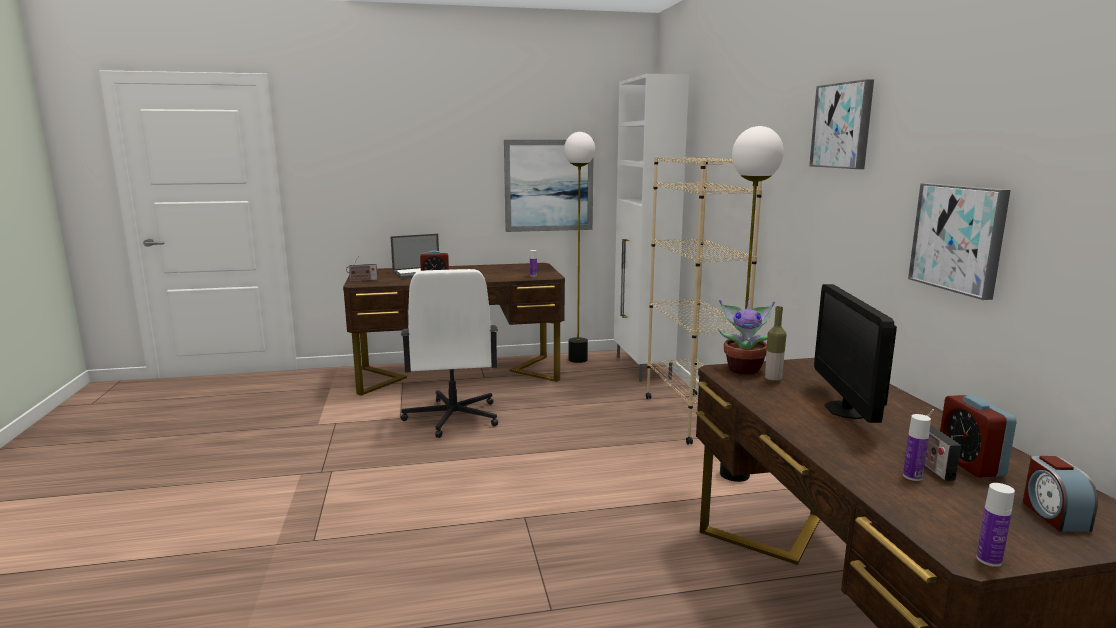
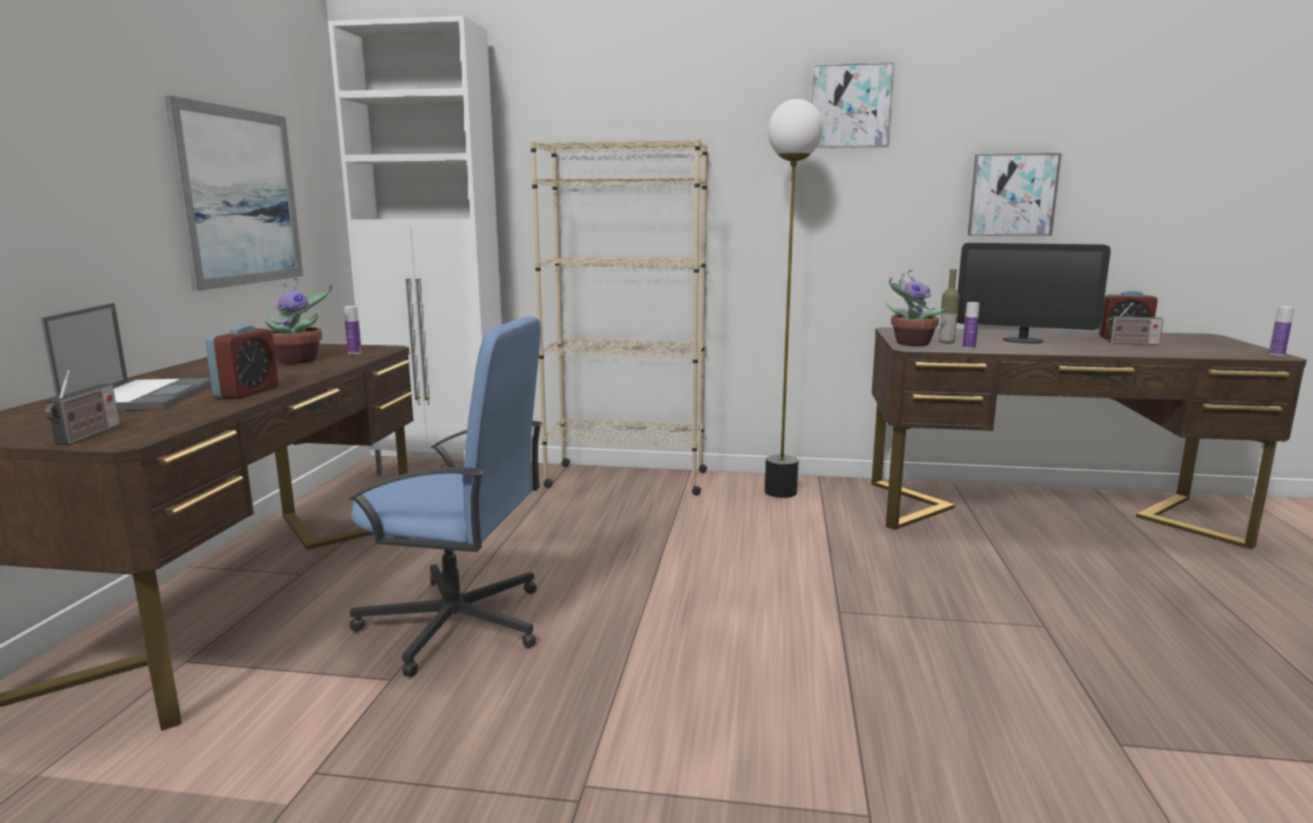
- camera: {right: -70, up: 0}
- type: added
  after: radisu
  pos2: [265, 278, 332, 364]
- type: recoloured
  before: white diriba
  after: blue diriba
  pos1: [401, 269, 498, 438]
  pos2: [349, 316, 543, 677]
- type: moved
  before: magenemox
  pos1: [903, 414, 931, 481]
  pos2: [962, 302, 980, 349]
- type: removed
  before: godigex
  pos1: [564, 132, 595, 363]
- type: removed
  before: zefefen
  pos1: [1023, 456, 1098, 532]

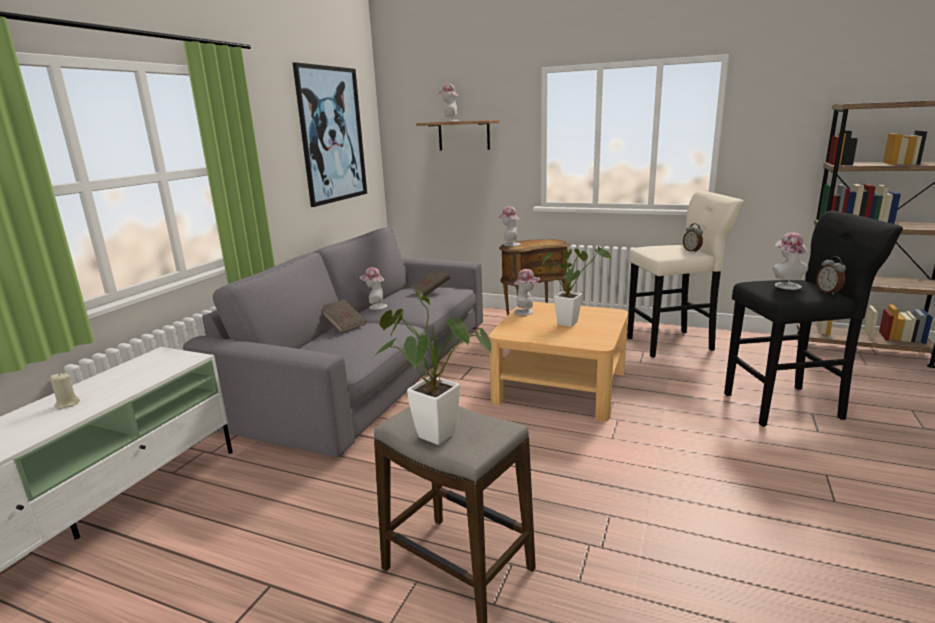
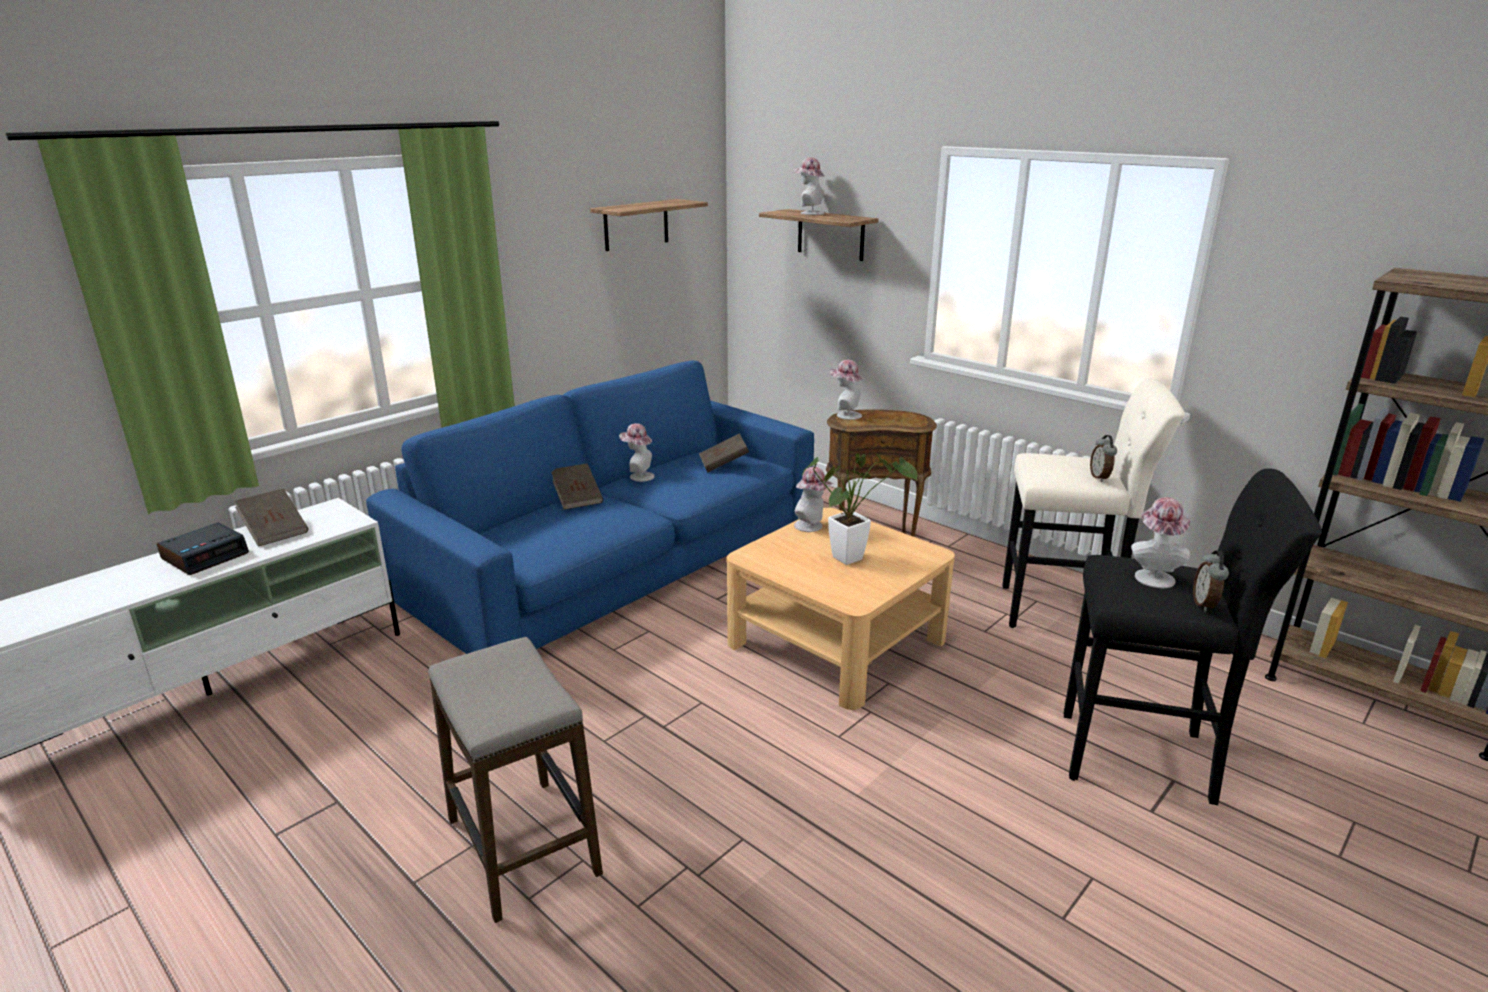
- camera: {right: 20, up: 5}
- type: replaced
  before: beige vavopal
  after: zefefen
  pos1: [50, 373, 80, 410]
  pos2: [157, 522, 249, 575]
- type: added
  after: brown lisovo
  pos2: [235, 489, 308, 547]
- type: recoloured
  before: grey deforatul
  after: blue deforatul
  pos1: [183, 227, 483, 457]
  pos2: [366, 361, 814, 654]
- type: replaced
  before: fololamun
  after: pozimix
  pos1: [293, 62, 367, 207]
  pos2: [590, 199, 708, 251]
- type: removed
  before: radisu
  pos1: [374, 291, 492, 445]

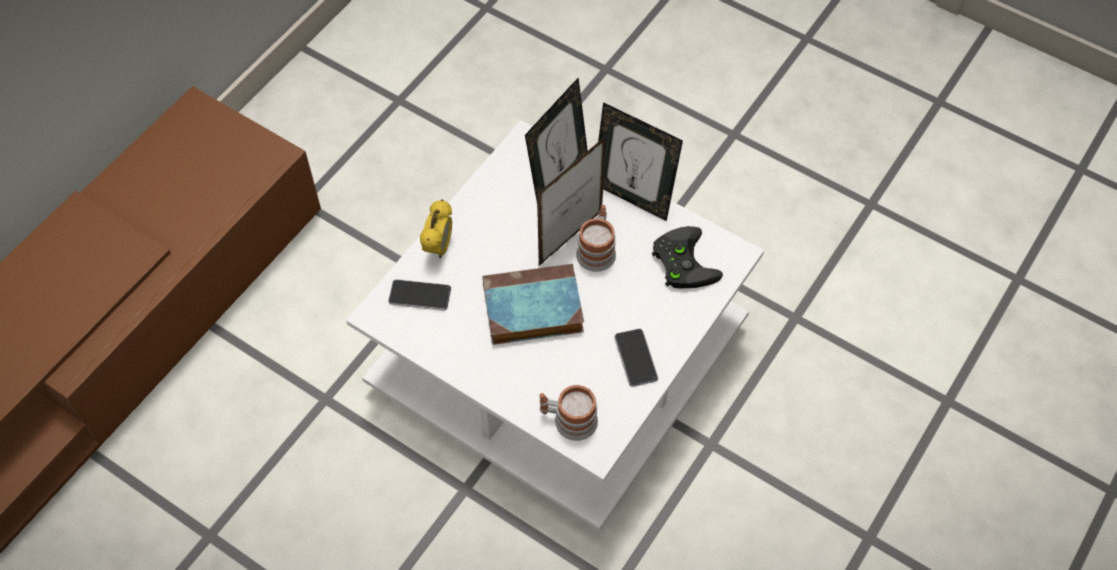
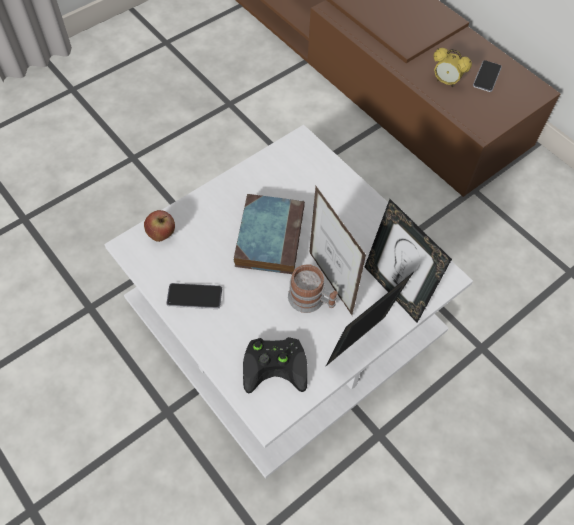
- camera: {right: 105, up: 0}
- type: replaced
  before: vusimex
  after: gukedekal
  pos1: [539, 385, 598, 441]
  pos2: [144, 210, 175, 242]
- type: moved
  before: zefefen
  pos1: [420, 199, 452, 258]
  pos2: [434, 48, 472, 87]
- type: moved
  before: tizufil
  pos1: [388, 279, 451, 311]
  pos2: [473, 60, 502, 92]

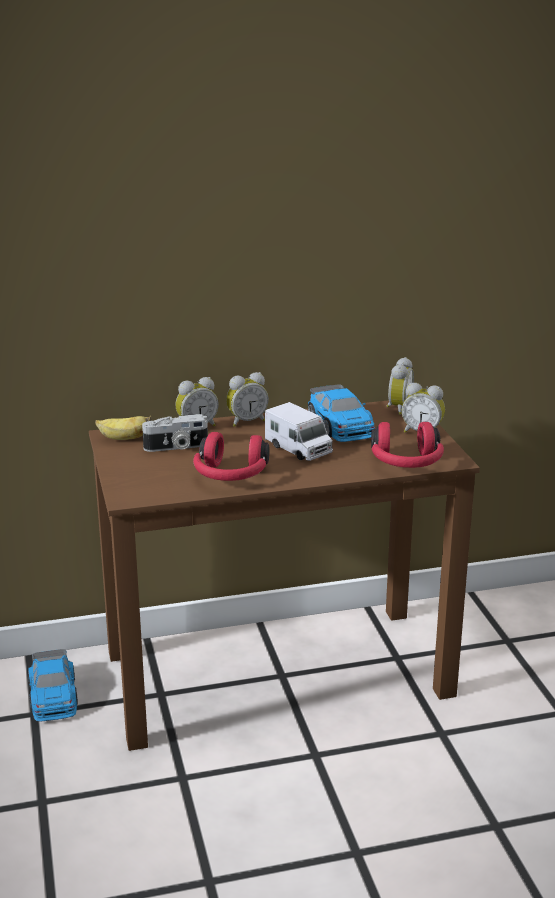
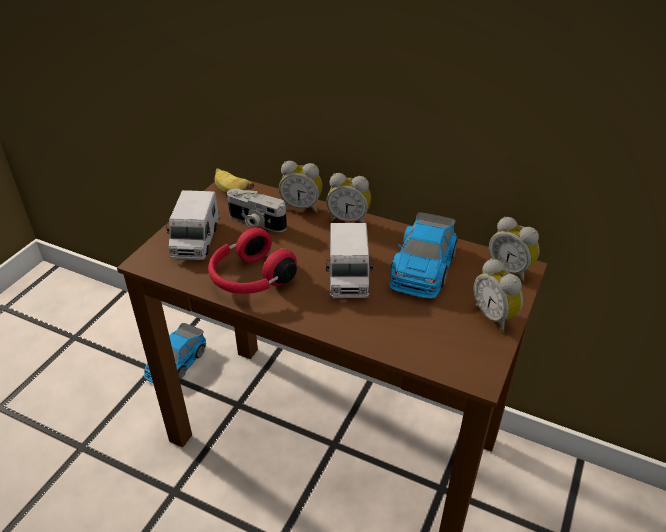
- camera: {right: 40, up: 15}
- type: added
  after: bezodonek
  pos2: [166, 190, 219, 260]
- type: turned
  before: zefefen
  pos1: [387, 357, 414, 415]
  pos2: [489, 217, 539, 282]
  turn: 75
- type: removed
  before: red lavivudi
  pos1: [371, 422, 444, 468]

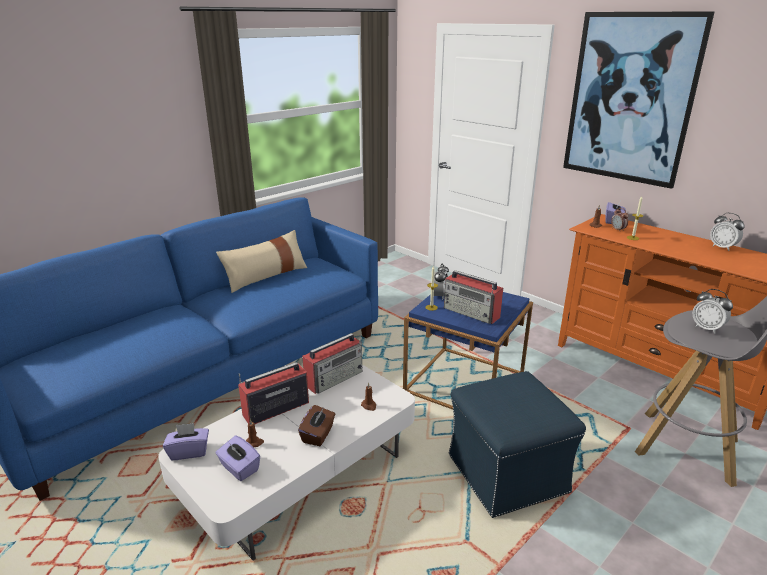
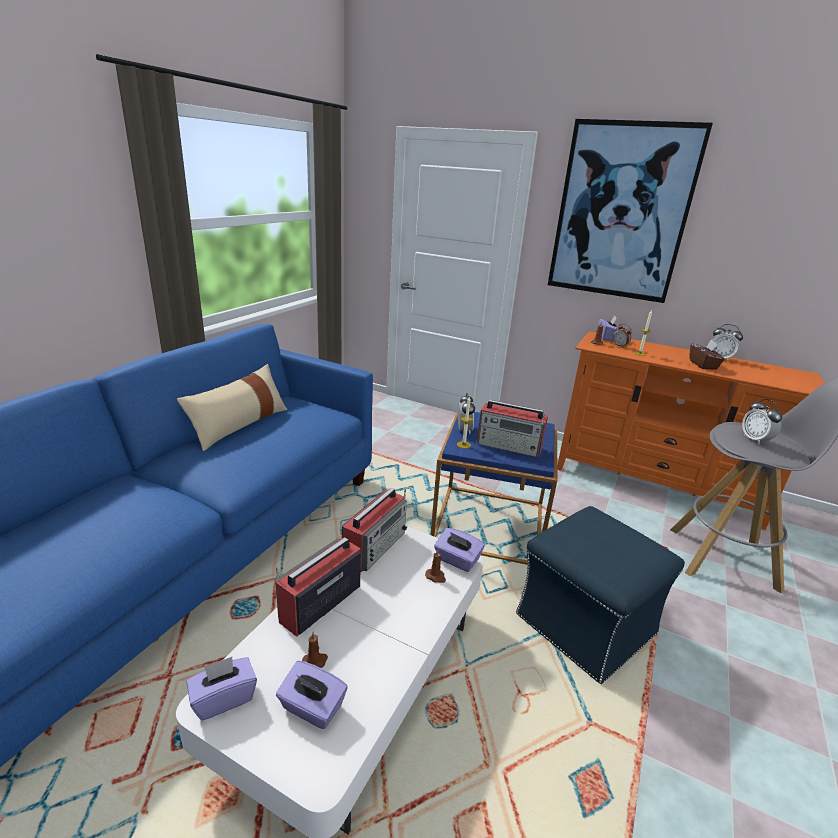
- camera: {right: -20, up: 0}
- type: added
  after: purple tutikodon
  pos2: [434, 528, 485, 572]
- type: moved
  before: brown tutikodon
  pos1: [298, 405, 335, 446]
  pos2: [689, 340, 725, 370]
- type: turned
  before: zefefen
  pos1: [692, 289, 733, 334]
  pos2: [742, 399, 782, 445]
  turn: 45

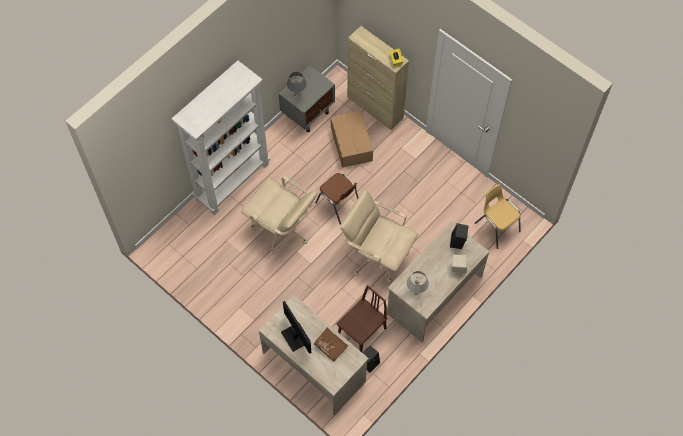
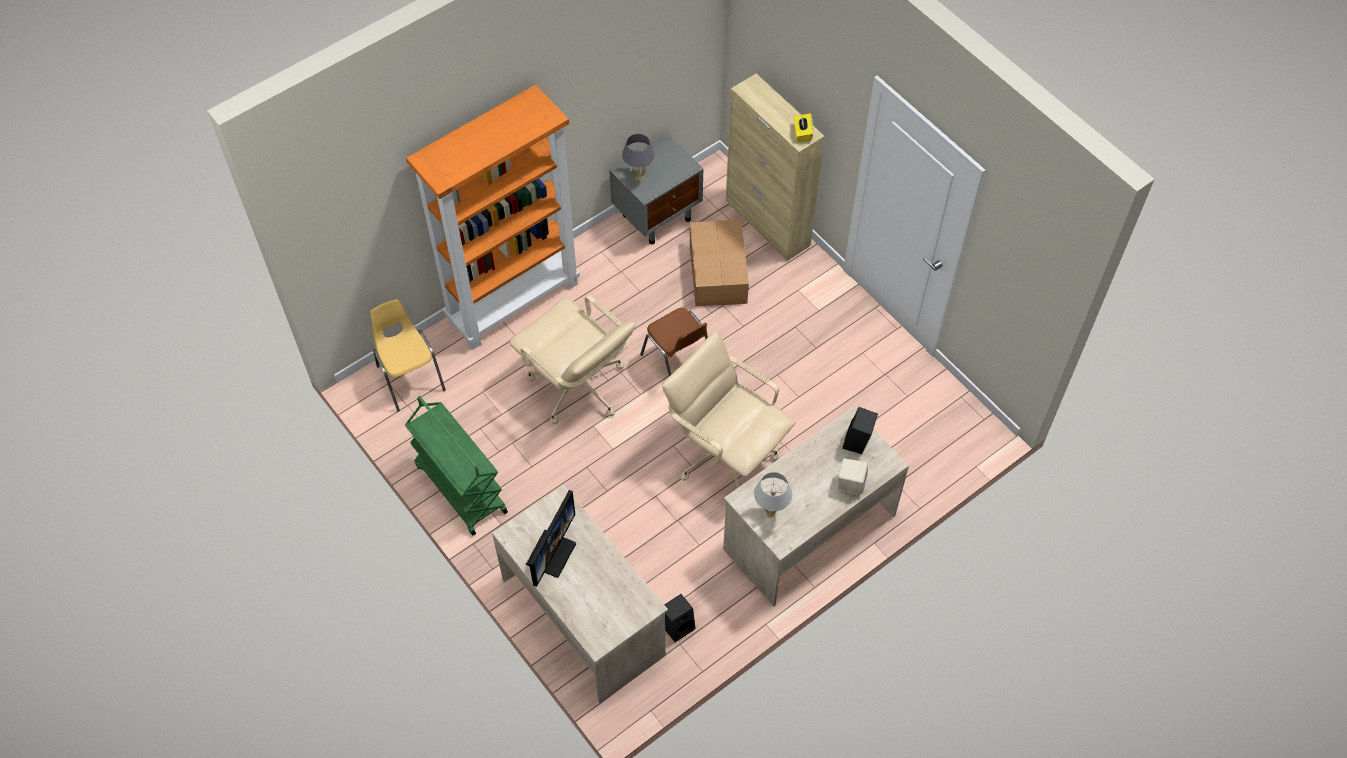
- camera: {right: 10, up: -5}
- type: moved
  before: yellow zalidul
  pos1: [475, 184, 521, 249]
  pos2: [370, 299, 446, 412]
- type: added
  after: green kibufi
  pos2: [405, 396, 508, 535]
- type: recoloured
  before: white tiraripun
  after: orange tiraripun
  pos1: [171, 60, 270, 215]
  pos2: [406, 85, 580, 349]
- type: turned
  before: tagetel
  pos1: [281, 301, 311, 354]
  pos2: [526, 490, 576, 587]
  turn: 45
- type: removed
  before: brown lisovo
  pos1: [314, 328, 348, 362]
- type: removed
  before: brown zalidul
  pos1: [336, 285, 388, 352]

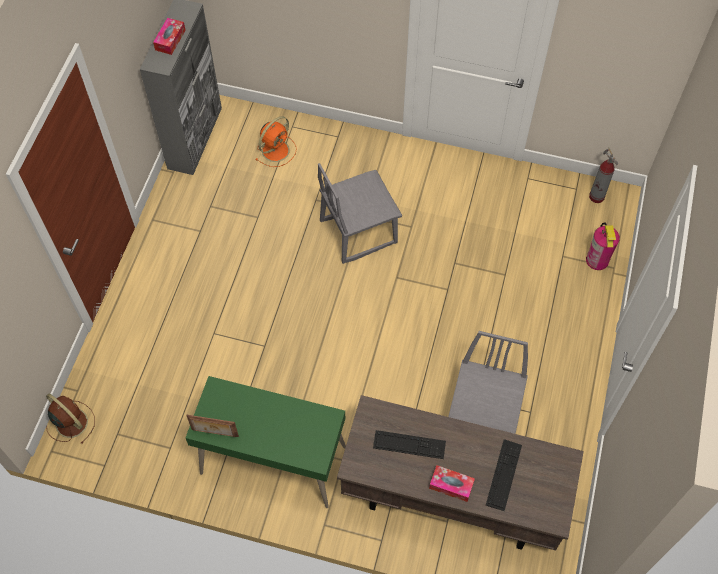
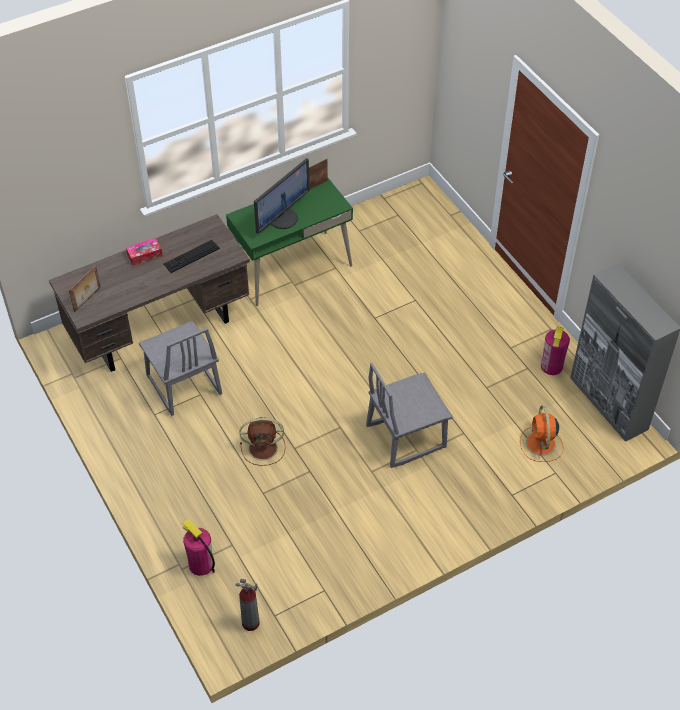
- camera: {right: 135, up: -10}
- type: added
  after: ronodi
  pos2: [69, 265, 101, 312]
- type: moved
  before: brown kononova
  pos1: [46, 393, 95, 444]
  pos2: [240, 417, 286, 466]
- type: added
  after: tagetel
  pos2: [254, 158, 309, 234]
- type: turned
  before: grey zalidul
  pos1: [318, 163, 402, 264]
  pos2: [366, 363, 453, 468]
  turn: -135
- type: added
  after: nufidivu
  pos2: [541, 327, 570, 375]
- type: removed
  before: tutikodon
  pos1: [153, 18, 186, 55]
- type: removed
  before: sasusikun
  pos1: [486, 439, 522, 511]

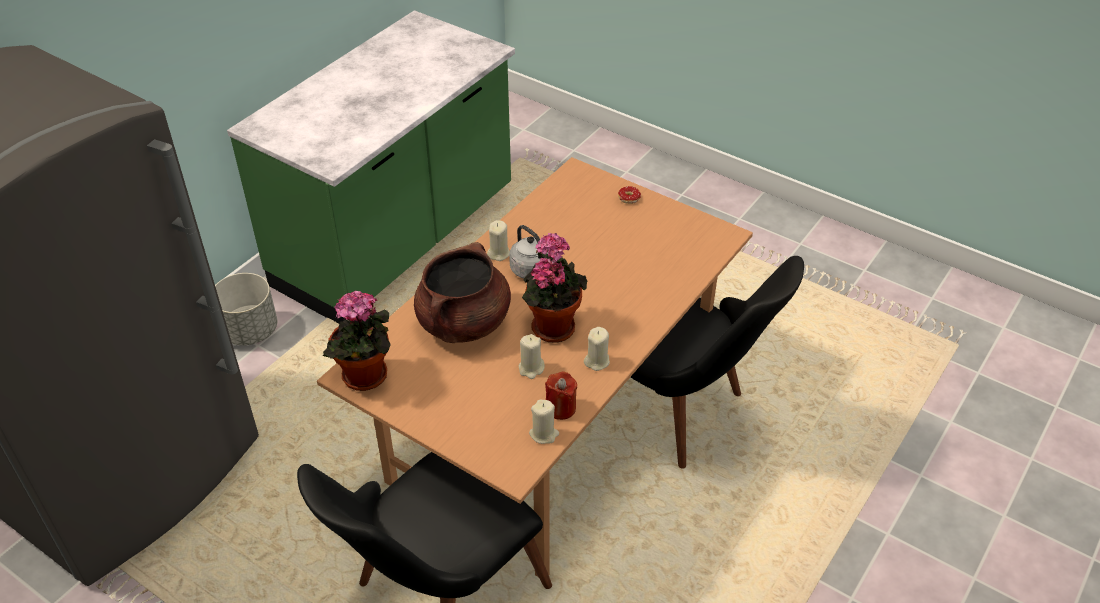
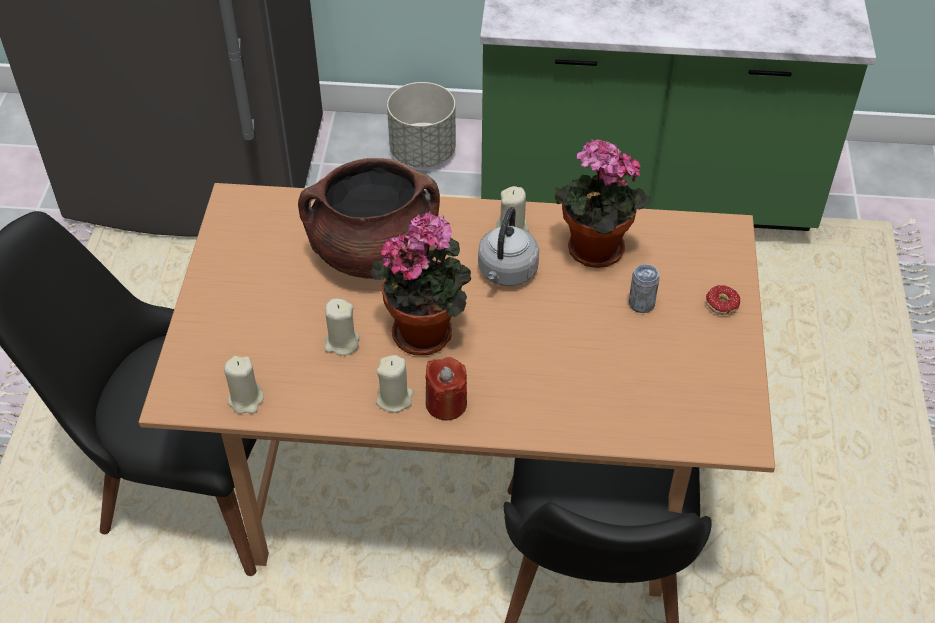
- camera: {right: 60, up: 5}
- type: moved
  before: red vavopal
  pos1: [545, 371, 577, 420]
  pos2: [425, 357, 467, 420]
- type: moved
  before: radisu
  pos1: [323, 291, 391, 391]
  pos2: [554, 139, 650, 268]
- type: added
  after: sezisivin
  pos2: [628, 264, 659, 313]

